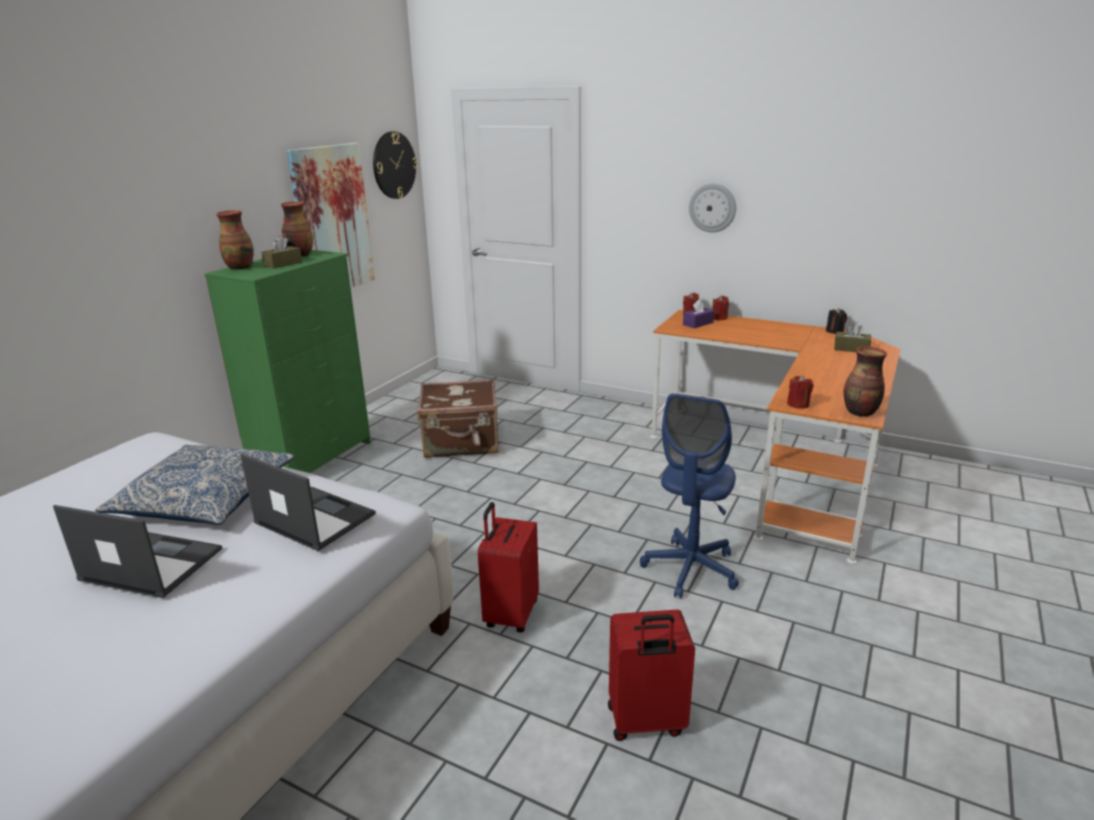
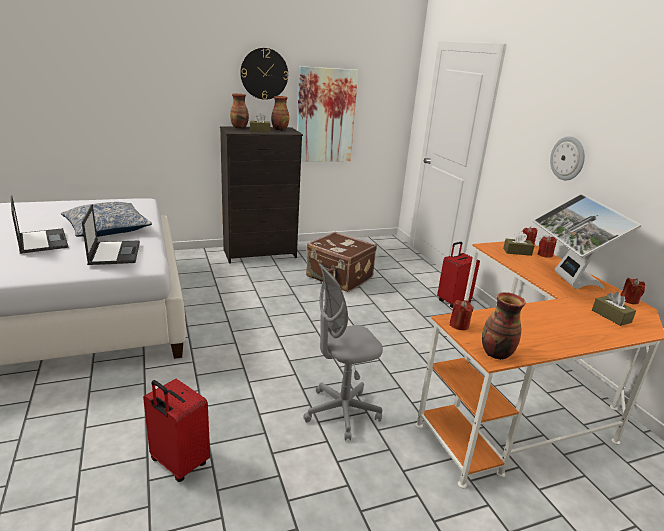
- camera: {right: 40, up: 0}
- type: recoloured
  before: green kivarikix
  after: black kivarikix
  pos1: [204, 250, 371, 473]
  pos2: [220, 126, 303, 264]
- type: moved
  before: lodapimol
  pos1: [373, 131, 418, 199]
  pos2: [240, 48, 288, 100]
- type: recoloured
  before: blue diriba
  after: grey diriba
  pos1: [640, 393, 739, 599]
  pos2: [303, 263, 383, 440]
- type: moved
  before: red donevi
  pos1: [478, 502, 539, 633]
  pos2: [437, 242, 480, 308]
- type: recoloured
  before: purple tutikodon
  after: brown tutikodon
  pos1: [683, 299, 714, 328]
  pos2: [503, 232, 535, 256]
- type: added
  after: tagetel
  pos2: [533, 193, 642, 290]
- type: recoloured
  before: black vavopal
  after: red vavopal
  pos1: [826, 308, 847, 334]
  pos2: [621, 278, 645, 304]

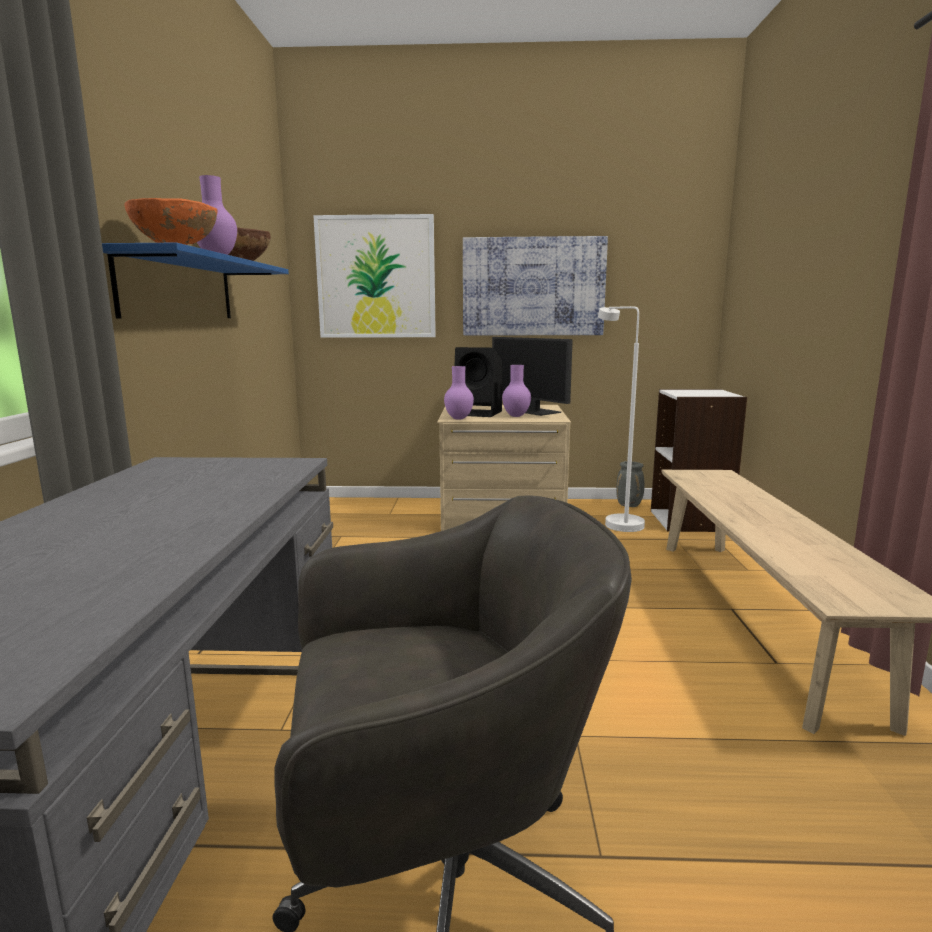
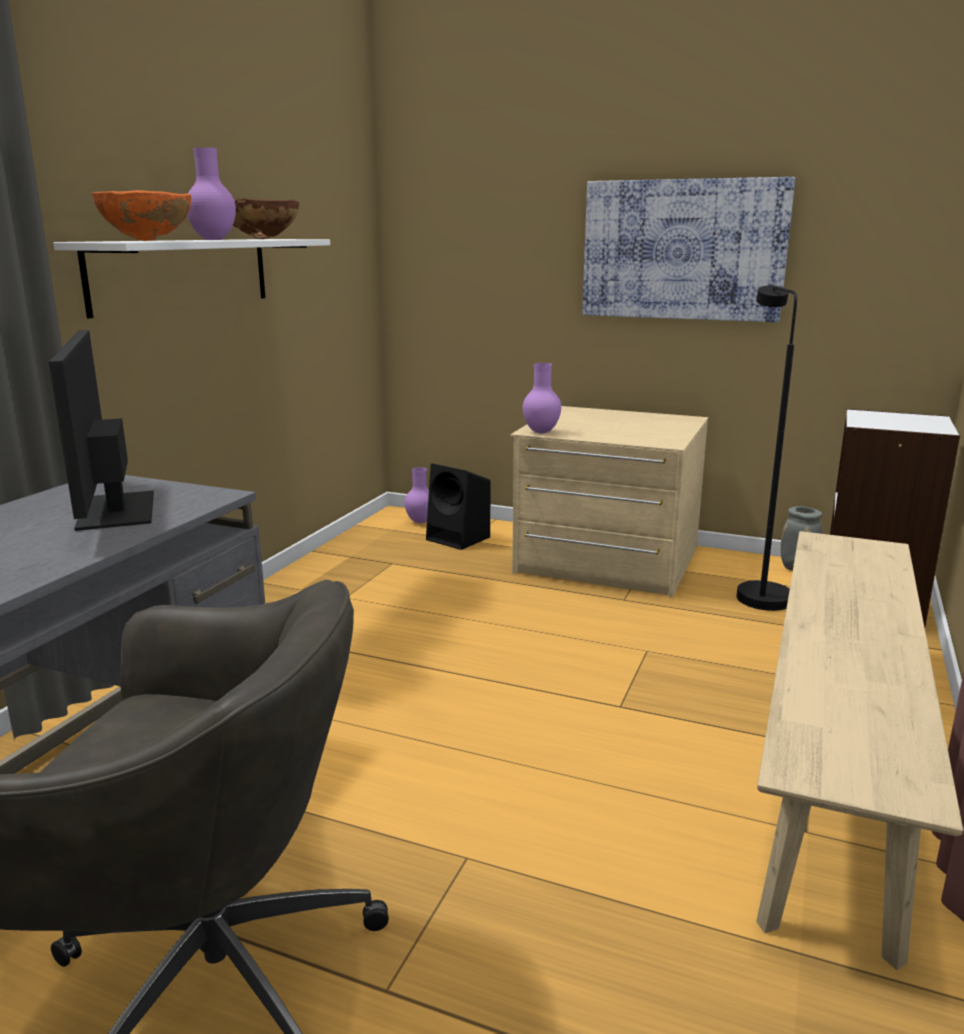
- camera: {right: 20, up: 5}
- type: moved
  before: tagetel
  pos1: [492, 337, 573, 416]
  pos2: [49, 330, 154, 531]
- type: recoloured
  before: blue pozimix
  after: white pozimix
  pos1: [102, 243, 289, 319]
  pos2: [54, 239, 330, 318]
- type: moved
  before: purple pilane
  pos1: [502, 365, 531, 417]
  pos2: [404, 467, 429, 523]
- type: moved
  before: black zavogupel
  pos1: [455, 347, 502, 417]
  pos2: [426, 463, 491, 550]
- type: recoloured
  before: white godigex
  after: black godigex
  pos1: [598, 306, 645, 532]
  pos2: [737, 286, 797, 611]
- type: removed
  before: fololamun
  pos1: [313, 214, 436, 338]

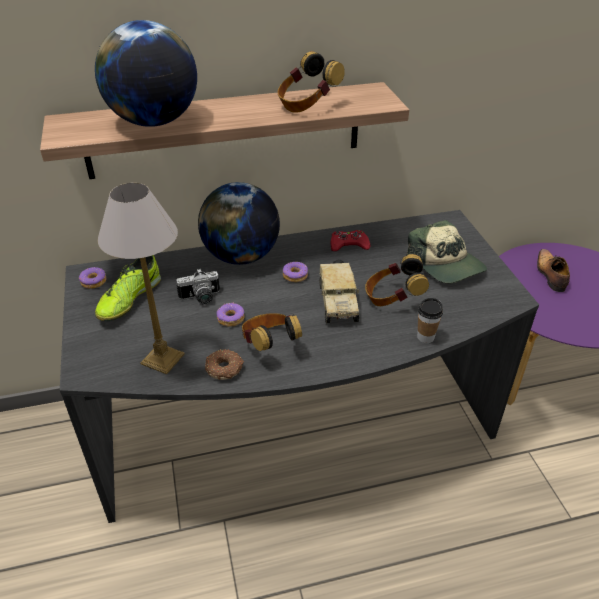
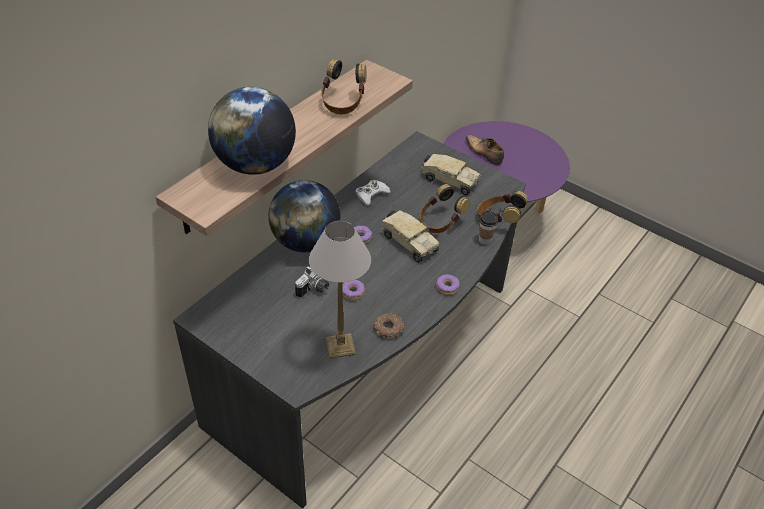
- camera: {right: -40, up: 5}
- type: recoloured
  before: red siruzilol
  after: white siruzilol
  pos1: [330, 230, 370, 251]
  pos2: [356, 180, 391, 206]
- type: replaced
  before: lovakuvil
  after: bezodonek
  pos1: [406, 220, 487, 284]
  pos2: [421, 154, 481, 195]
- type: moved
  before: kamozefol
  pos1: [79, 267, 106, 289]
  pos2: [436, 274, 460, 295]
- type: moved
  before: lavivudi
  pos1: [242, 313, 302, 351]
  pos2: [477, 191, 528, 223]
- type: removed
  before: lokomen
  pos1: [95, 255, 161, 321]

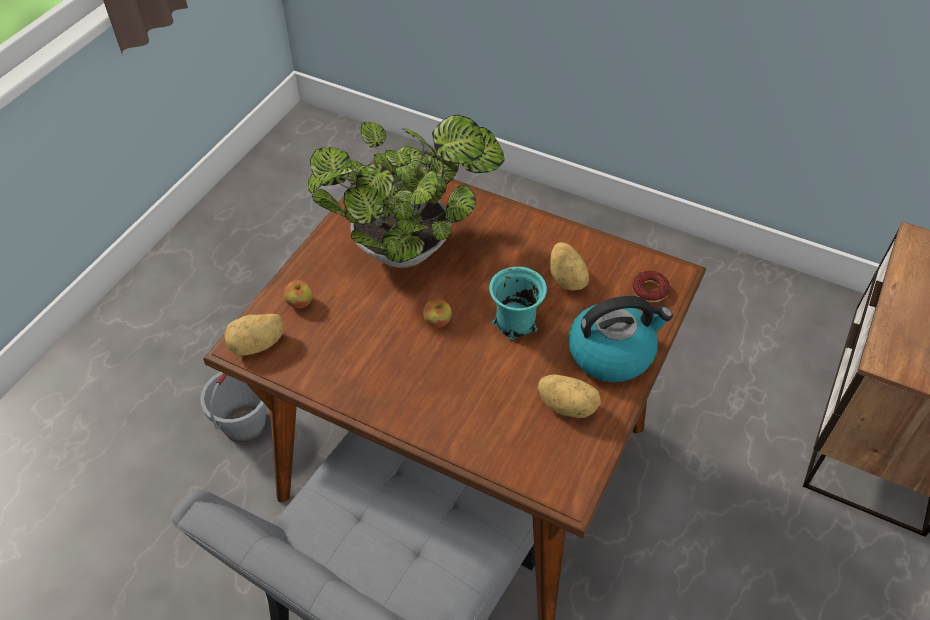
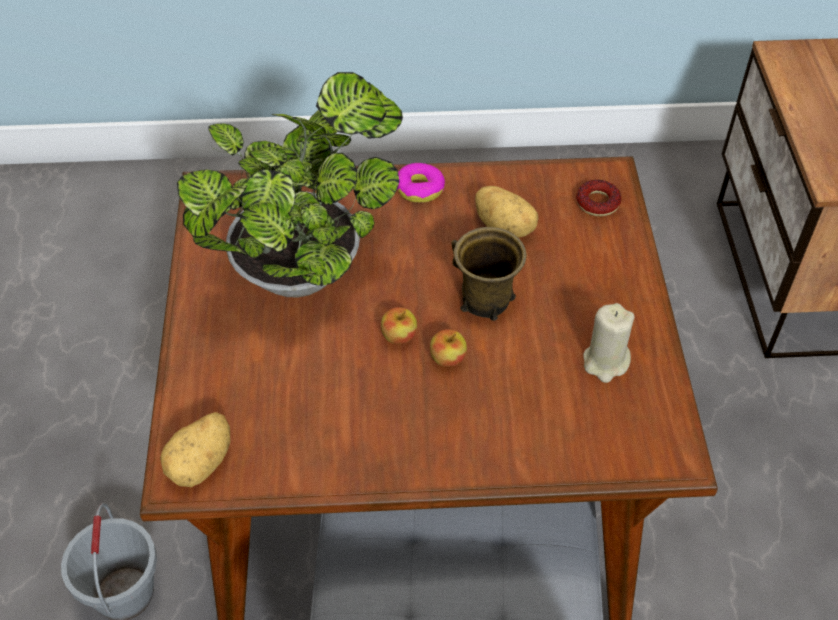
- camera: {right: -30, up: 0}
- type: added
  after: kamozefol
  pos2: [397, 163, 445, 203]
- type: moved
  before: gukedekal
  pos1: [284, 280, 313, 309]
  pos2: [430, 329, 467, 367]
- type: recoloured
  before: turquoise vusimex
  after: brown vusimex
  pos1: [489, 267, 547, 340]
  pos2: [452, 227, 527, 321]
- type: replaced
  before: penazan
  after: beige vavopal
  pos1: [538, 374, 601, 418]
  pos2: [583, 303, 634, 383]
- type: removed
  before: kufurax
  pos1: [568, 296, 673, 382]

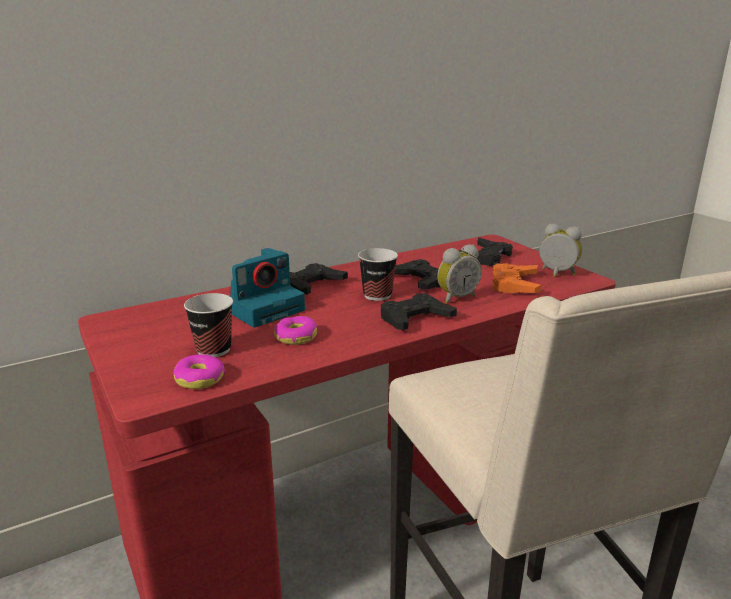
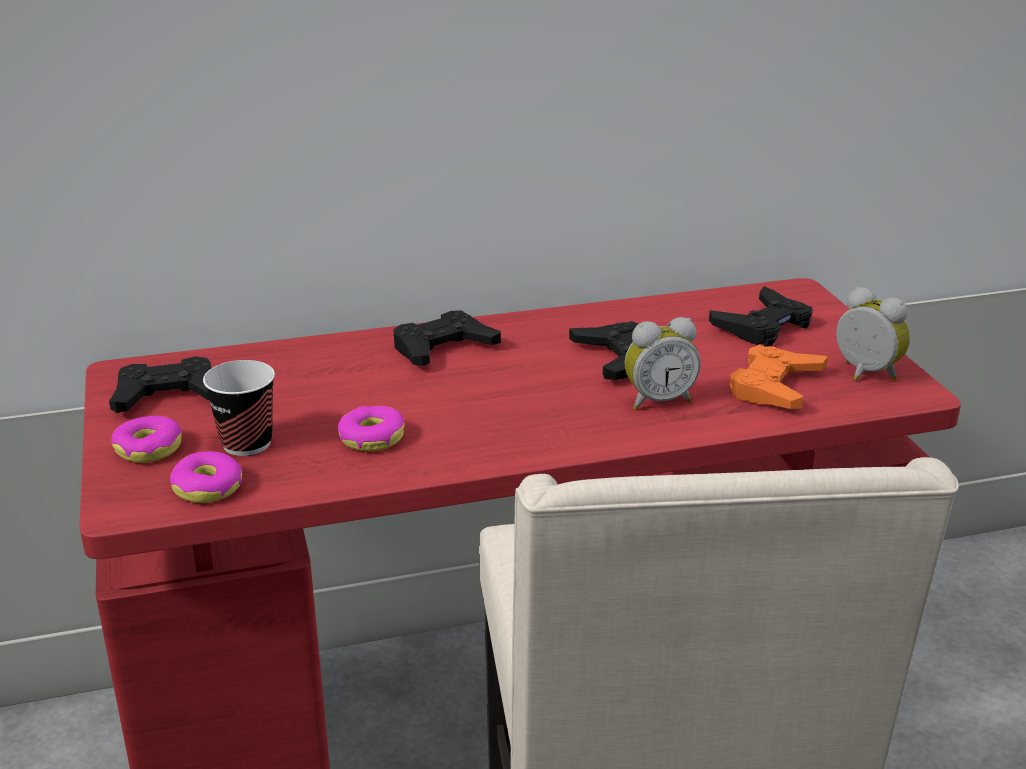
- camera: {right: 15, up: 5}
- type: moved
  before: black siruzilol
  pos1: [381, 293, 457, 330]
  pos2: [109, 357, 212, 413]
- type: added
  after: kamozefol
  pos2: [111, 416, 182, 463]
- type: removed
  before: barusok
  pos1: [230, 248, 305, 328]
- type: removed
  before: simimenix
  pos1: [358, 248, 398, 301]

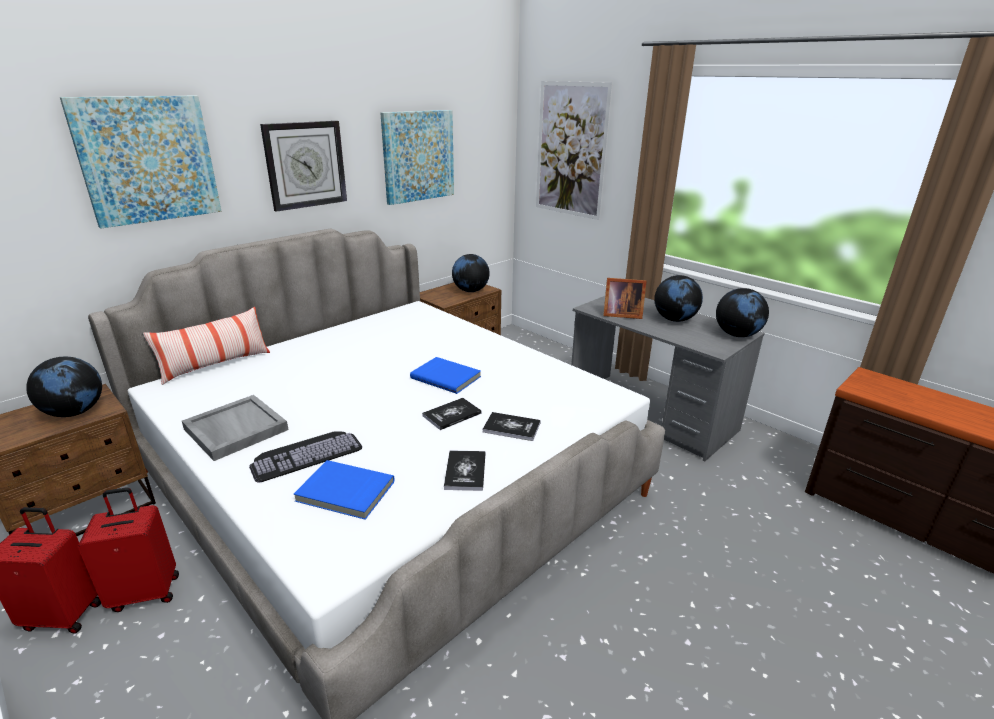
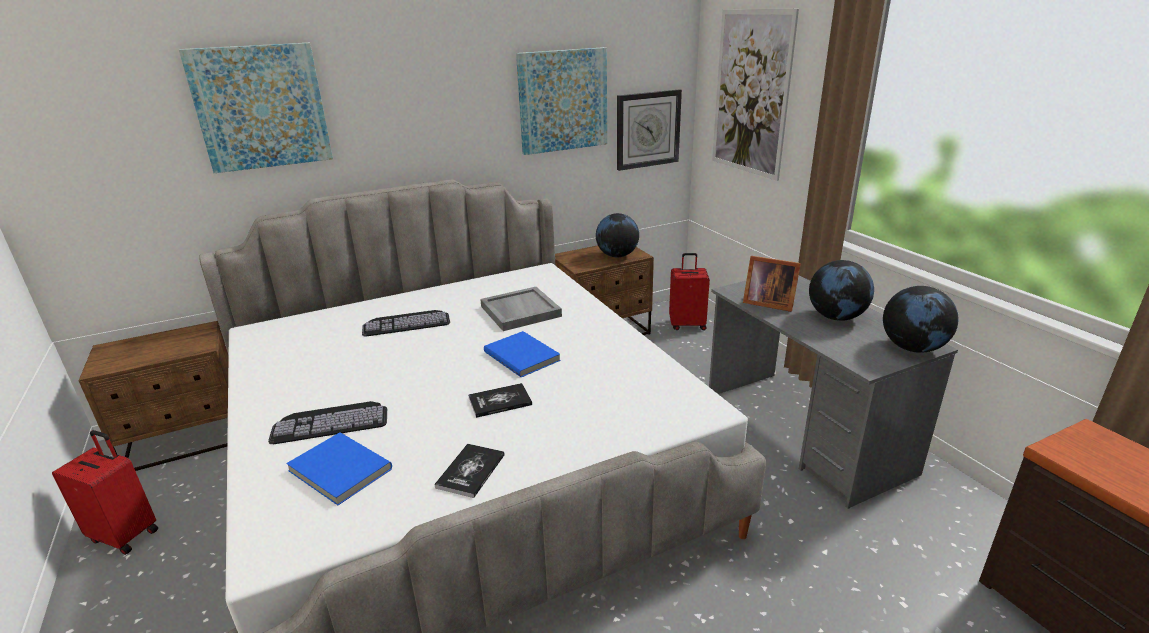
- camera: {right: 20, up: 0}
- type: added
  after: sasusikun
  pos2: [362, 310, 450, 336]
- type: moved
  before: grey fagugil
  pos1: [182, 395, 288, 461]
  pos2: [480, 287, 562, 331]
- type: moved
  before: lodapimol
  pos1: [260, 121, 347, 212]
  pos2: [617, 89, 682, 171]
- type: moved
  before: red donevi
  pos1: [78, 487, 179, 612]
  pos2: [669, 253, 710, 330]
- type: removed
  before: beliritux
  pos1: [26, 357, 102, 417]
- type: removed
  before: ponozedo
  pos1: [143, 307, 270, 385]
- type: removed
  before: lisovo
  pos1: [483, 412, 541, 441]

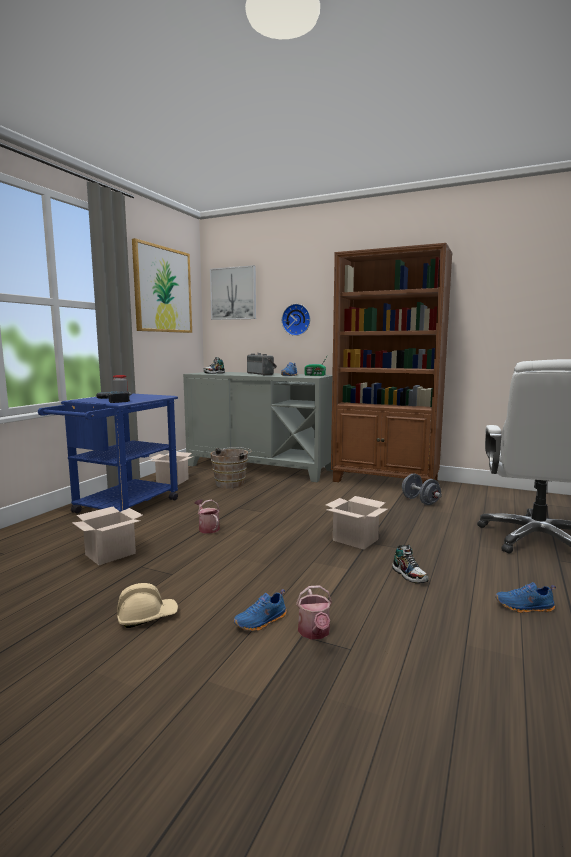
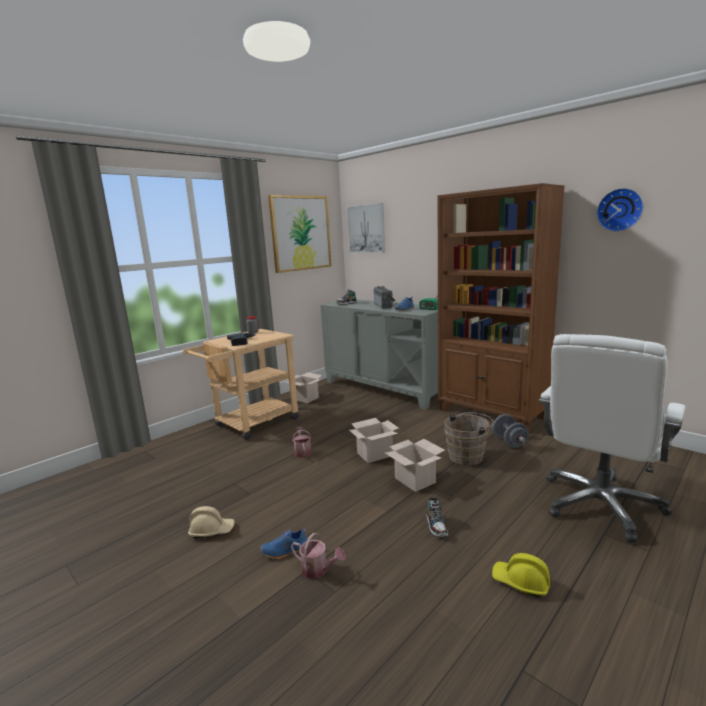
- camera: {right: 20, up: 5}
- type: recoloured
  before: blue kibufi
  after: beige kibufi
  pos1: [38, 394, 178, 513]
  pos2: [183, 329, 298, 440]
- type: turned
  before: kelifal
  pos1: [296, 585, 332, 640]
  pos2: [291, 533, 346, 579]
  turn: -75
- type: moved
  before: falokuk
  pos1: [72, 507, 143, 565]
  pos2: [349, 418, 398, 463]
- type: moved
  before: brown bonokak
  pos1: [210, 447, 252, 488]
  pos2: [444, 412, 494, 466]
- type: replaced
  before: blue lokomen
  after: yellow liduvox
  pos1: [495, 582, 556, 613]
  pos2: [492, 553, 550, 597]
- type: moved
  before: lodapimol
  pos1: [282, 304, 310, 336]
  pos2: [596, 188, 644, 232]

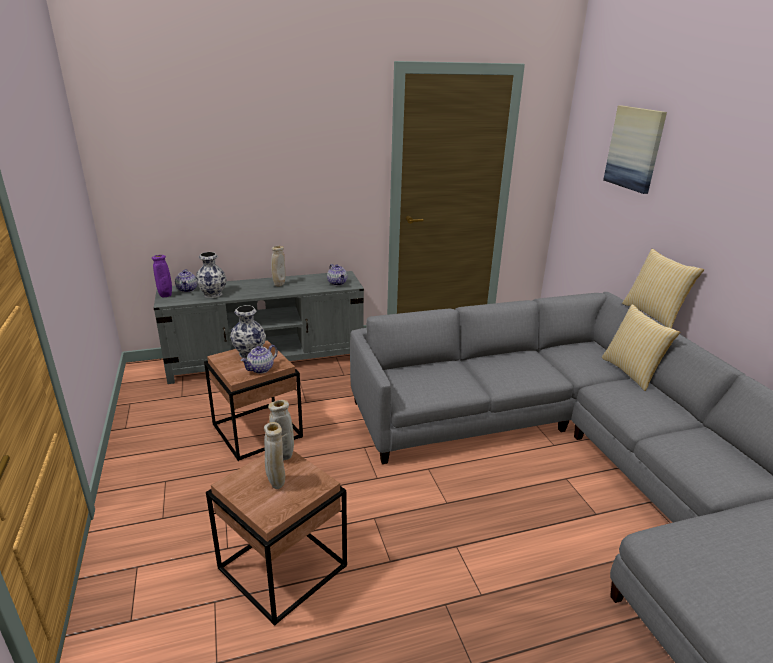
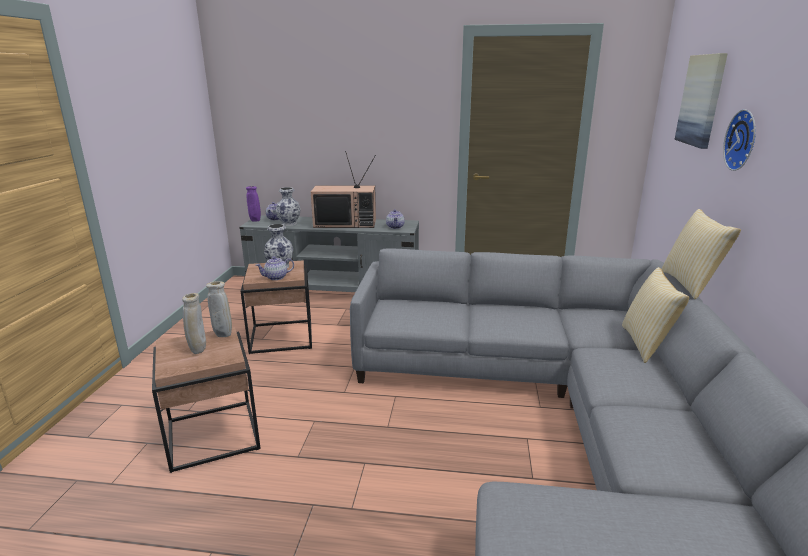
- camera: {right: 25, up: -5}
- type: replaced
  before: beige pilane
  after: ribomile
  pos1: [271, 246, 285, 286]
  pos2: [311, 151, 376, 228]
- type: added
  after: lodapimol
  pos2: [723, 109, 756, 171]

